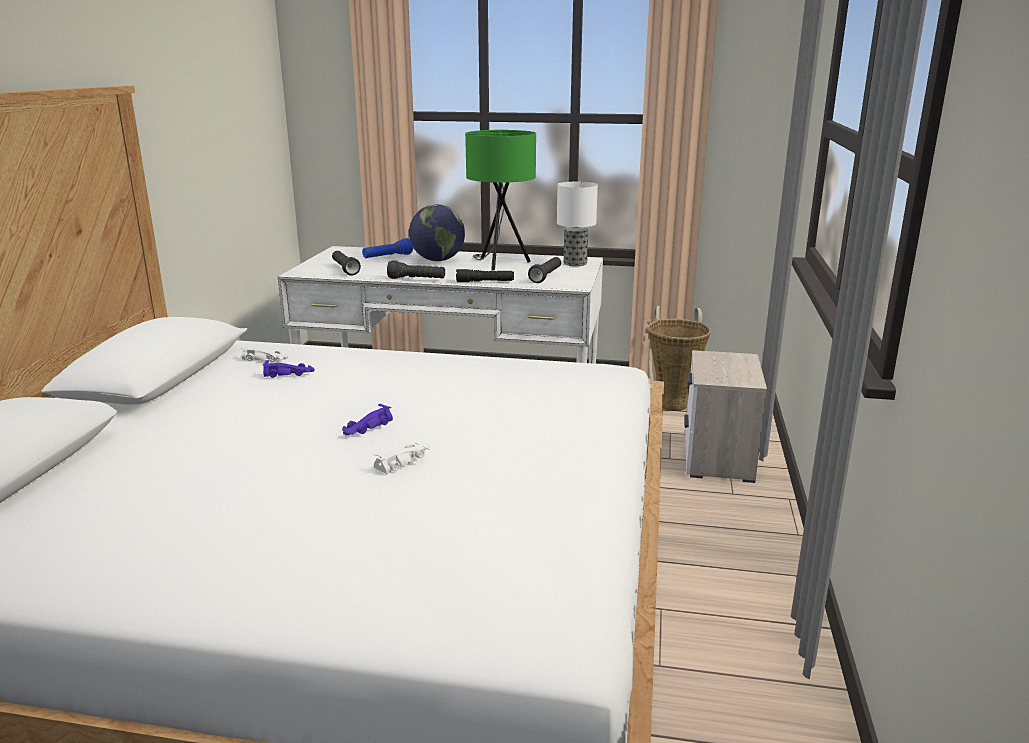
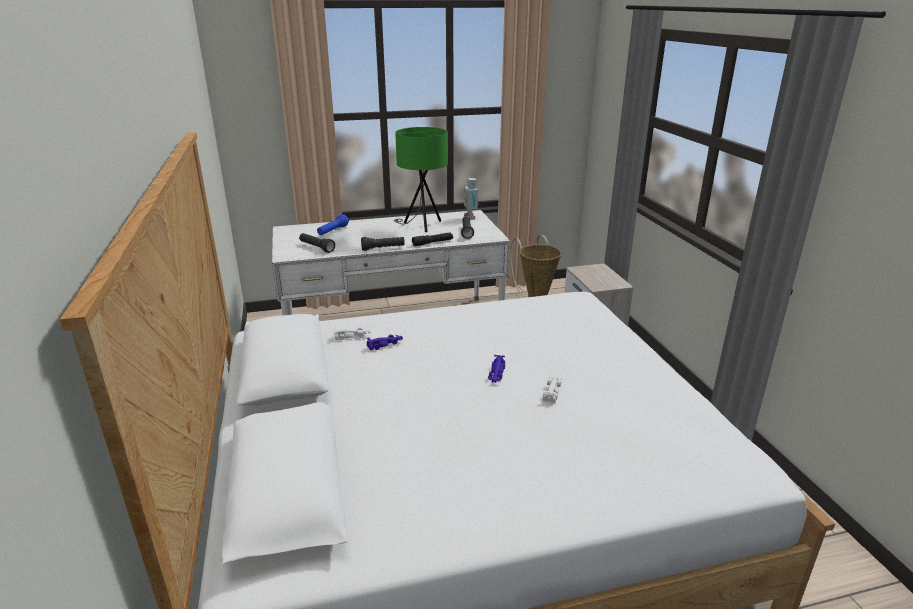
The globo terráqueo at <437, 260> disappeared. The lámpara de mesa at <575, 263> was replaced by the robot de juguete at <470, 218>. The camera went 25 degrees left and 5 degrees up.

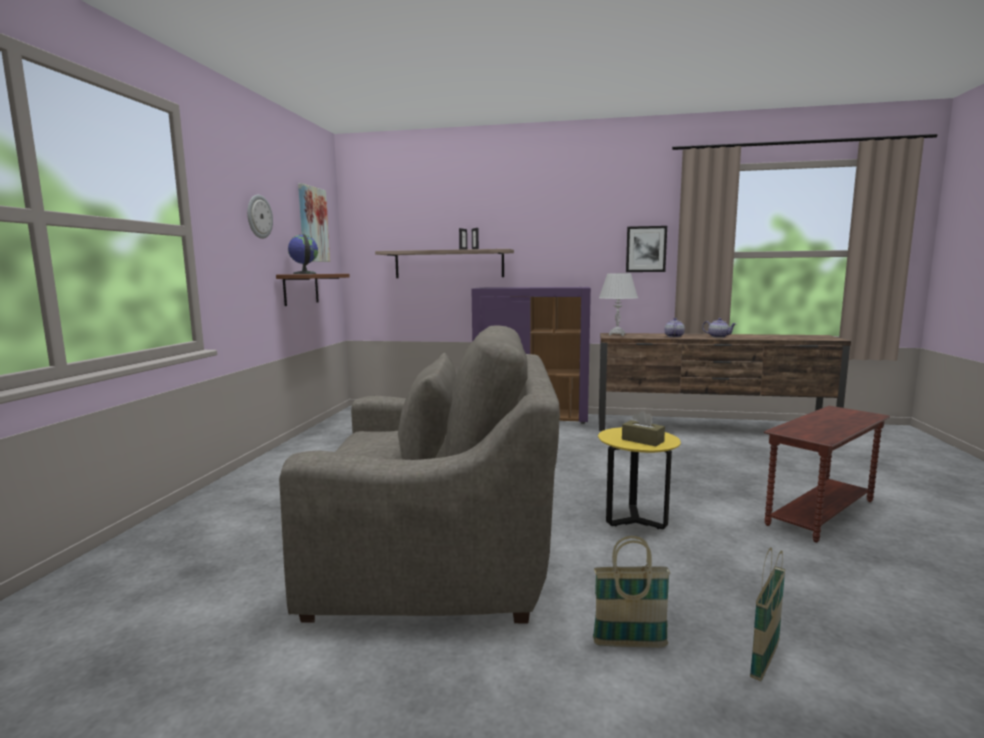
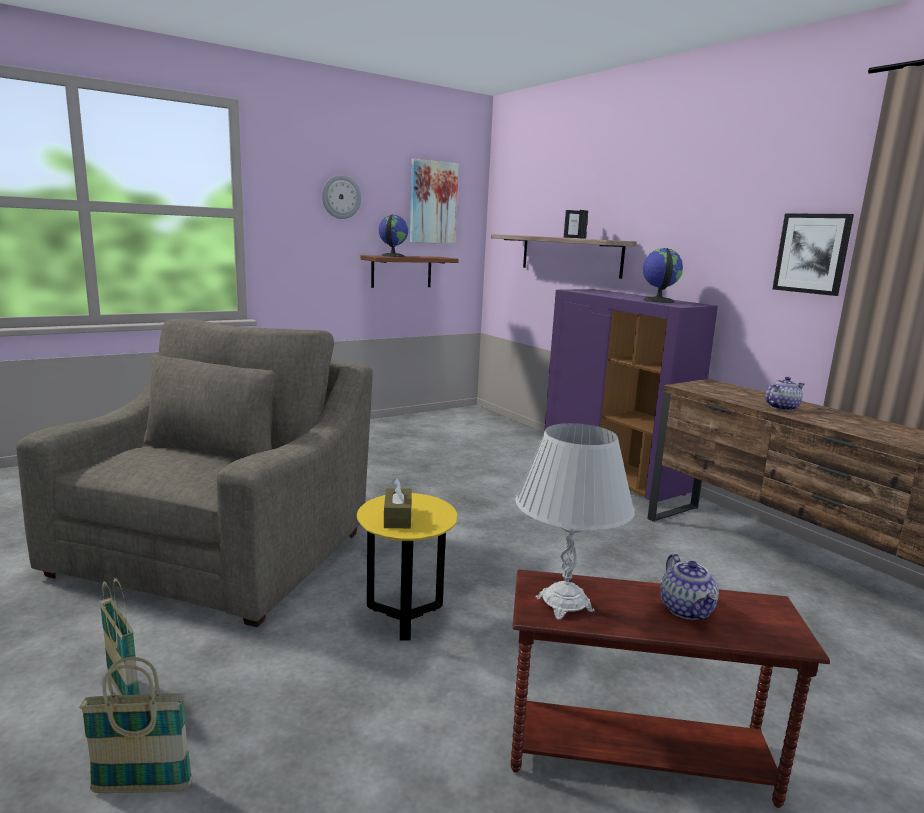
The globo terráqueo at <658, 301> appeared. The lámpara de mesa [blanco] moved from <617, 334> to <564, 604>. The tetera moved from <718, 337> to <687, 610>. The sillón [gris] at <439, 552> turned 120 degrees counterclockwise. The camera went 45 degrees right and 5 degrees up.

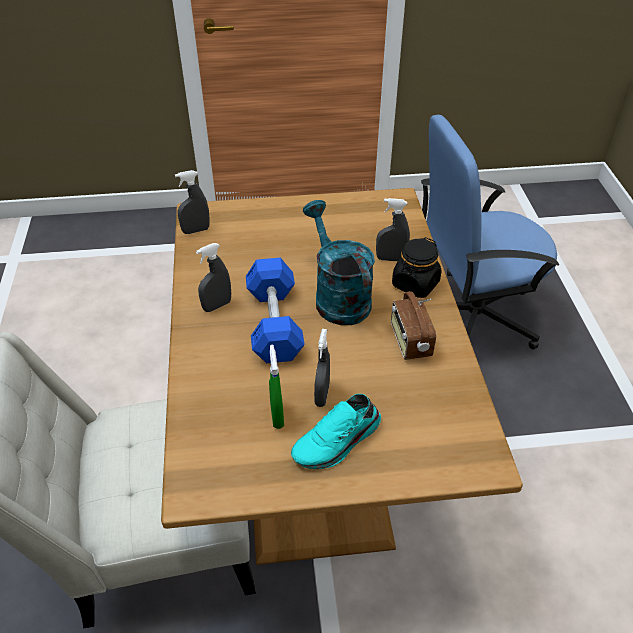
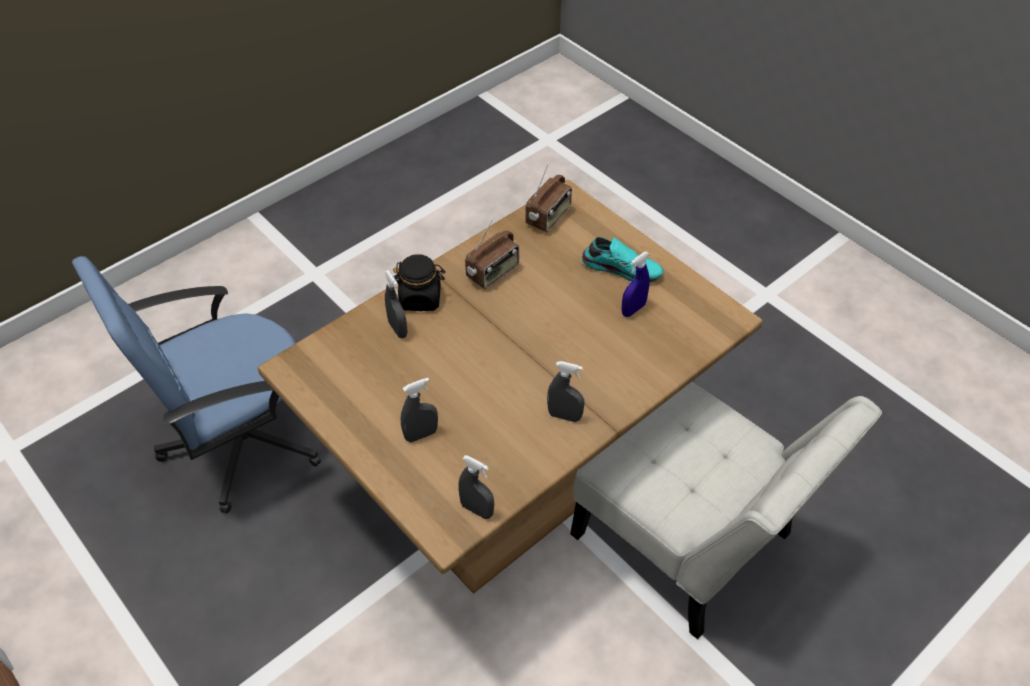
The mancuerna [azul] at <274, 323> disappeared. The regadera [turquesa] at <337, 296> disappeared. The radio at <549, 217> appeared. The pulverizador [gris] moved from <322, 395> to <421, 434>. The pulverizador [verde] at <277, 416> became the pulverizador [azul] at <633, 309>. The silla de oficina [azul] at <470, 316> turned 105 degrees clockwise. The camera went 125 degrees left and 5 degrees up.

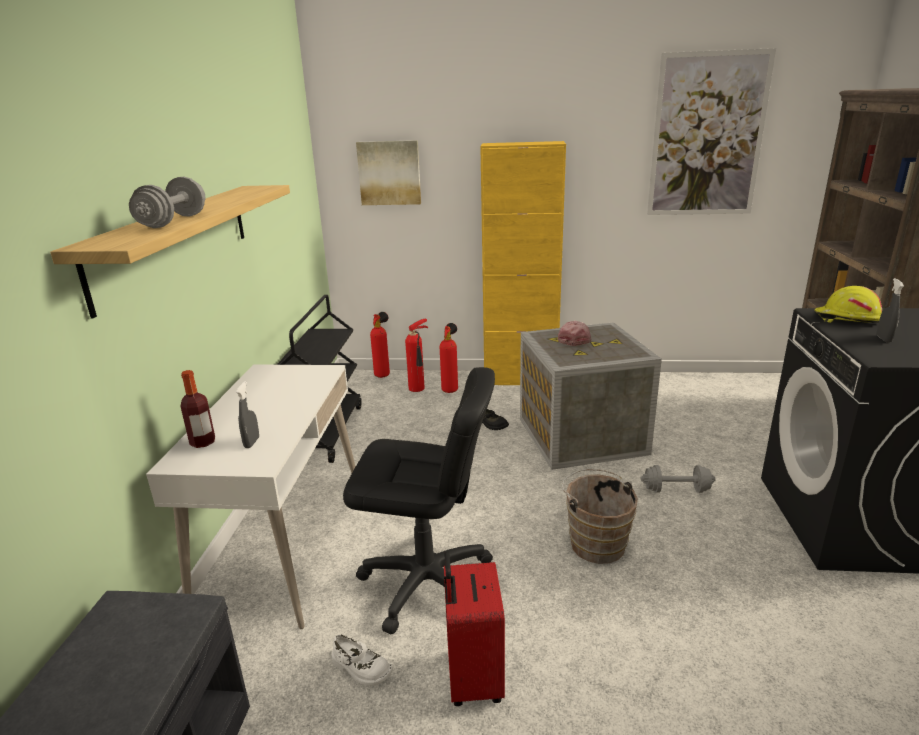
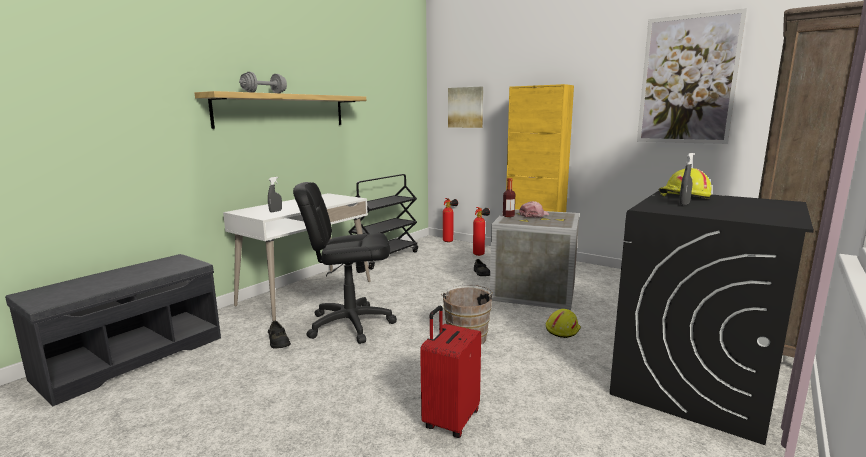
The extintor at <418, 388> disappeared. The botella moved from <203, 442> to <508, 216>. The maleta [rojo] moved from <472, 678> to <450, 420>. The mancuerna [gris] at <676, 490> was replaced by the casco [amarillo] at <562, 329>. The zapato [blanco] at <361, 668> became the zapato [negro] at <278, 342>. The silla de oficina [negro] at <427, 583> turned 135 degrees clockwise. The camera went 30 degrees right and 10 degrees down.

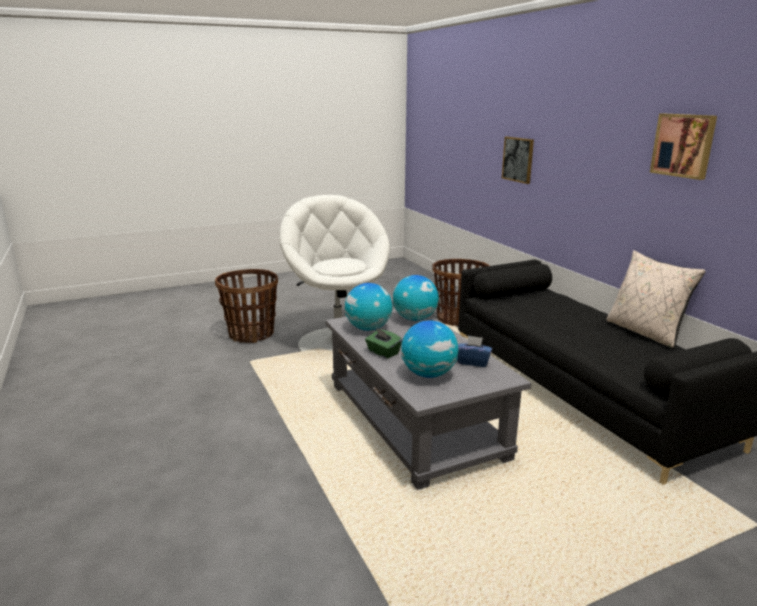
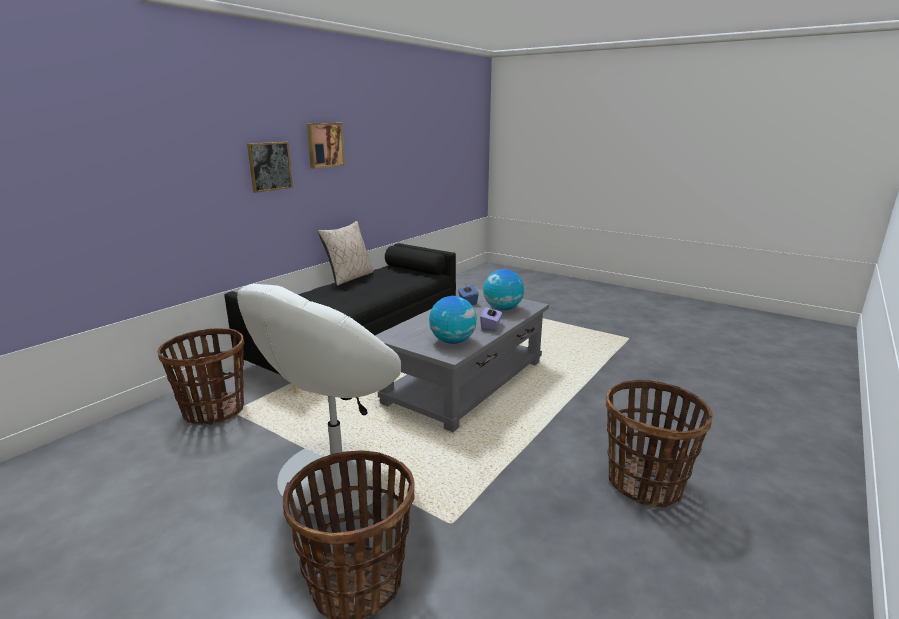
The globo terráqueo at <415, 319> disappeared. The cesta at <645, 484> appeared. The cuadro moved from <518, 159> to <269, 166>. The caja de pañuelos [verde] at <383, 352> became the caja de pañuelos [morado] at <491, 326>. The camera went 120 degrees left and 0 degrees up.

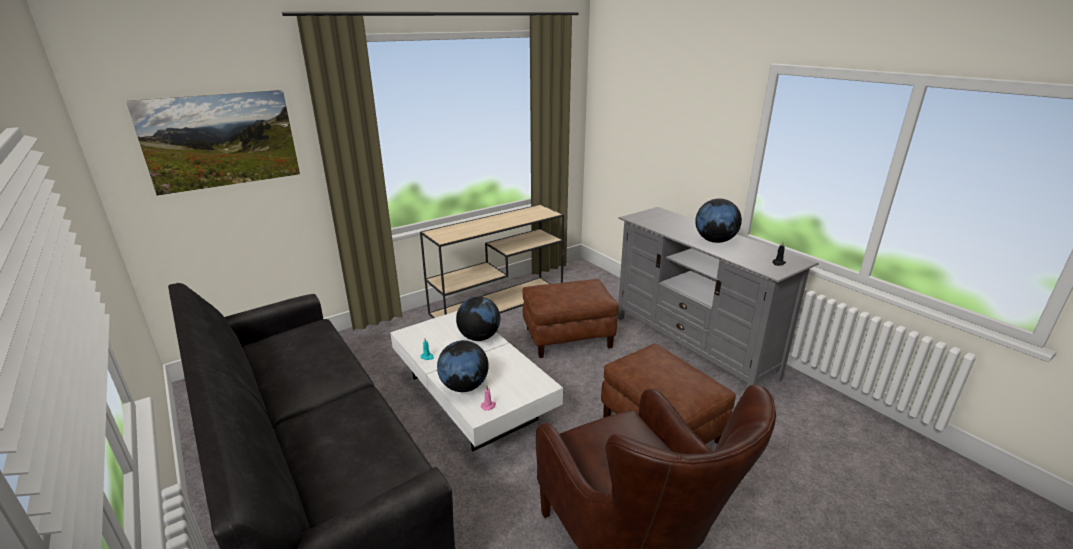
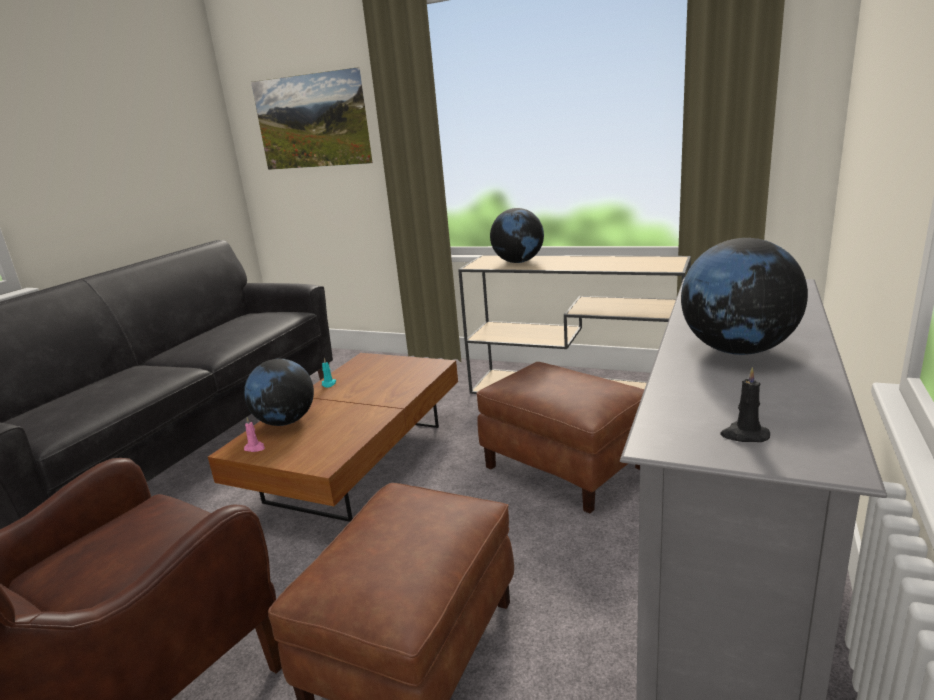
The globo terráqueo moved from <479, 337> to <518, 262>. The mesa de centro [blanco] at <471, 398> became the mesa de centro [marrón] at <357, 461>. The camera went 60 degrees right and 5 degrees down.

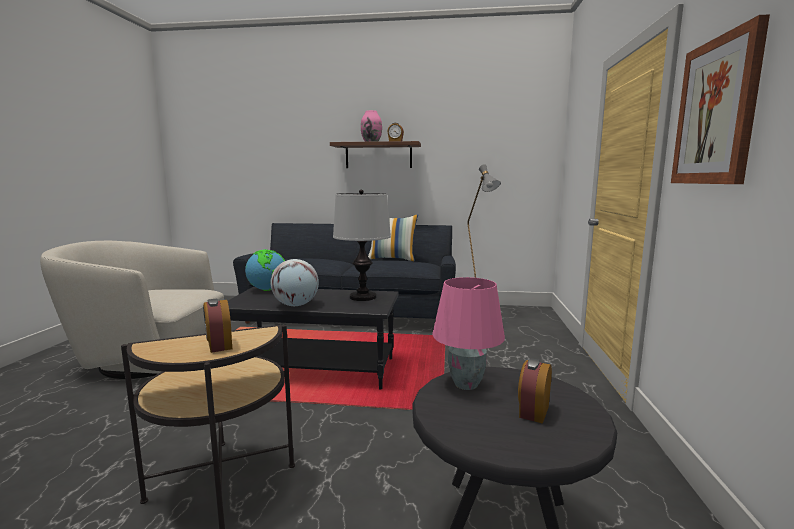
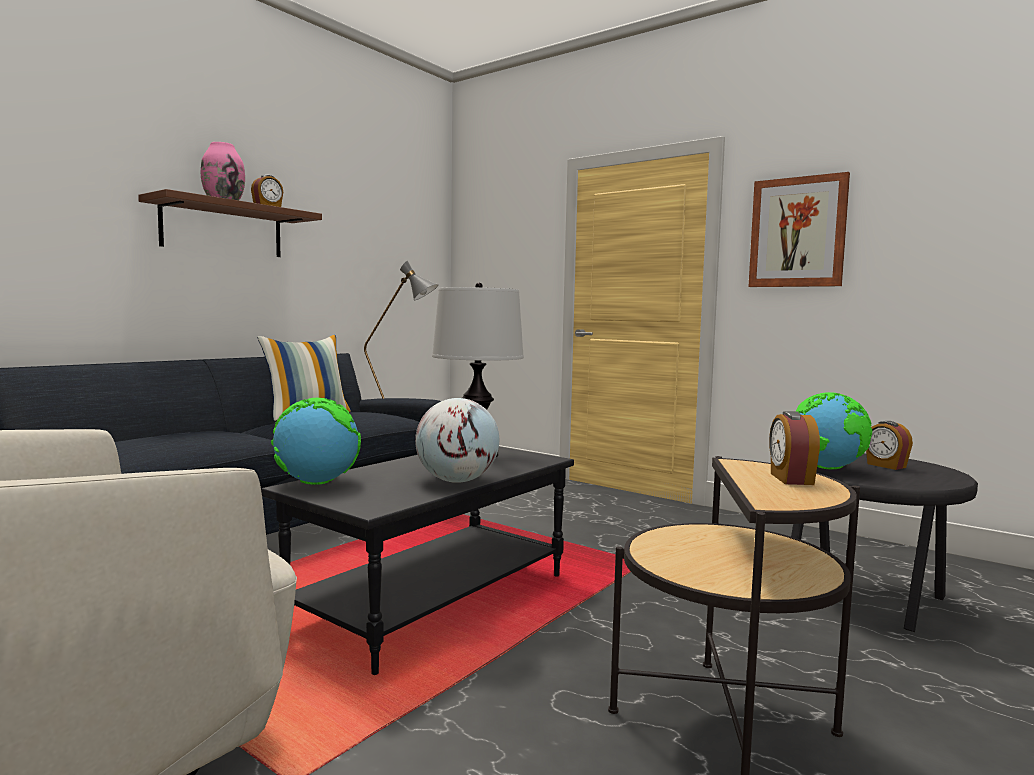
The lámpara de mesa [rosa] at <467, 384> was replaced by the globo terráqueo at <828, 468>. The despertador at <219, 345> turned 90 degrees clockwise. The camera went 60 degrees left and 5 degrees down.

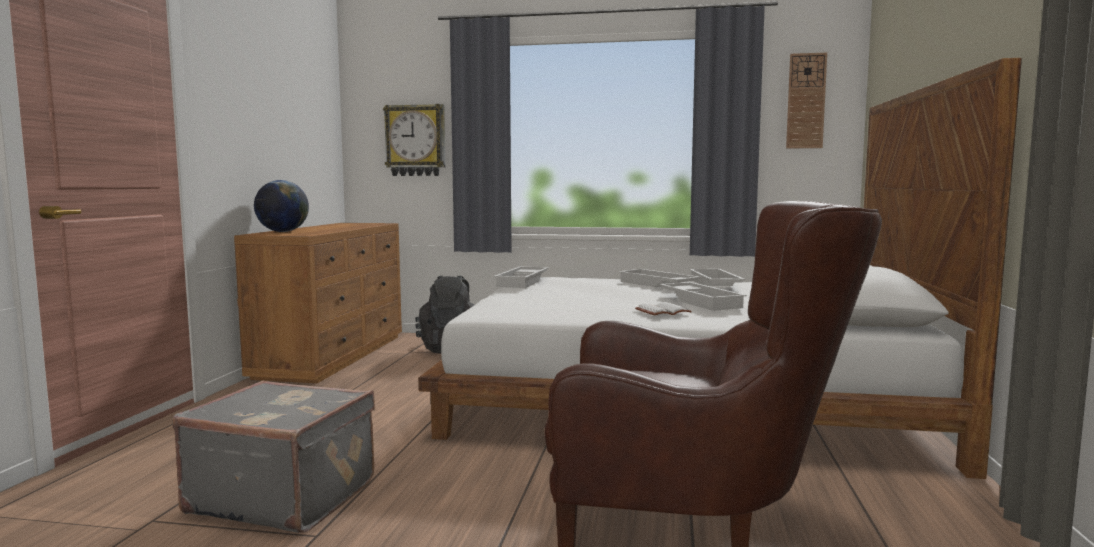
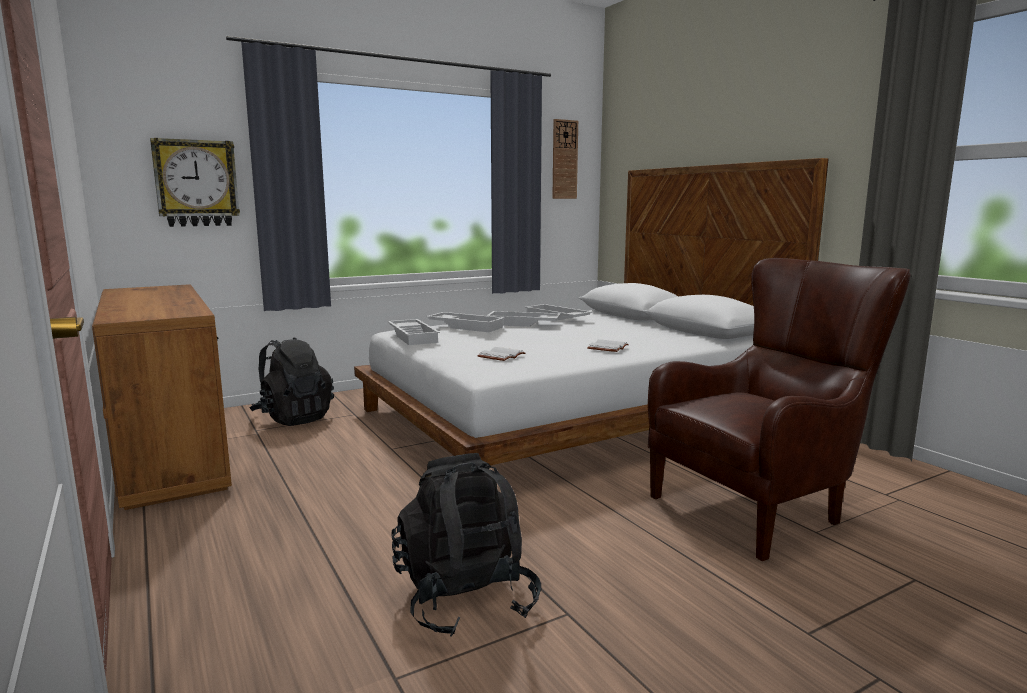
The globo terráqueo at <283, 232> disappeared. The libro [blanco] at <501, 356> appeared. The bandeja [blanco] moved from <702, 302> to <466, 326>. The maleta [gris] at <284, 496> was replaced by the mochila [negro] at <465, 598>. The camera went 40 degrees left and 5 degrees up.

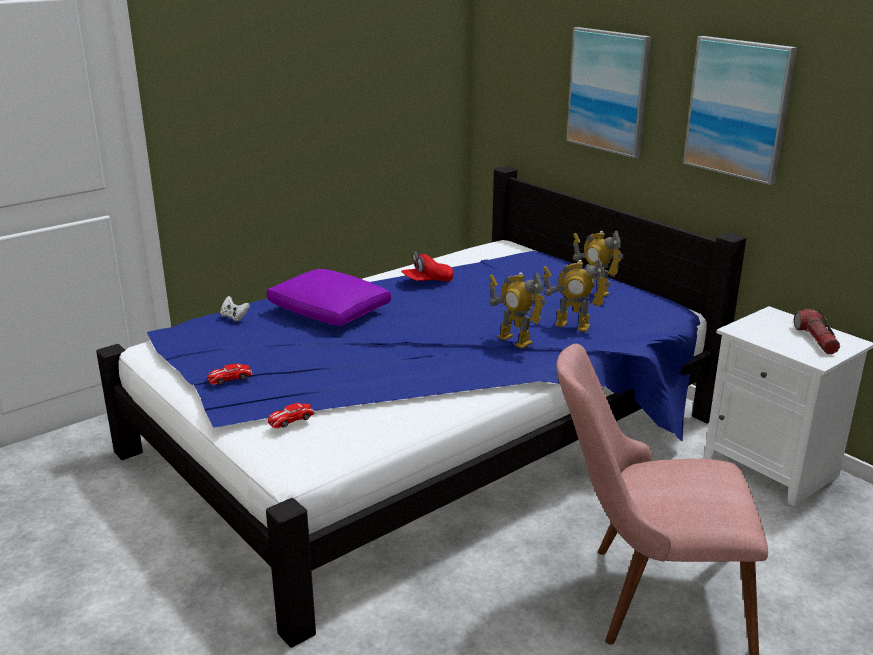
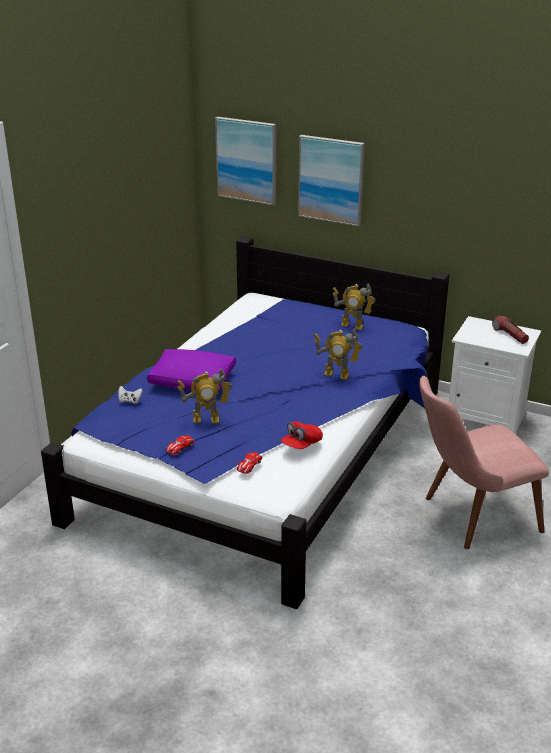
The gorra [rojo] moved from <427, 282> to <301, 444>. The robot de juguete moved from <572, 325> to <206, 420>. The cuadro moved from <738, 108> to <247, 160>. The camera went 25 degrees left and 5 degrees up.

